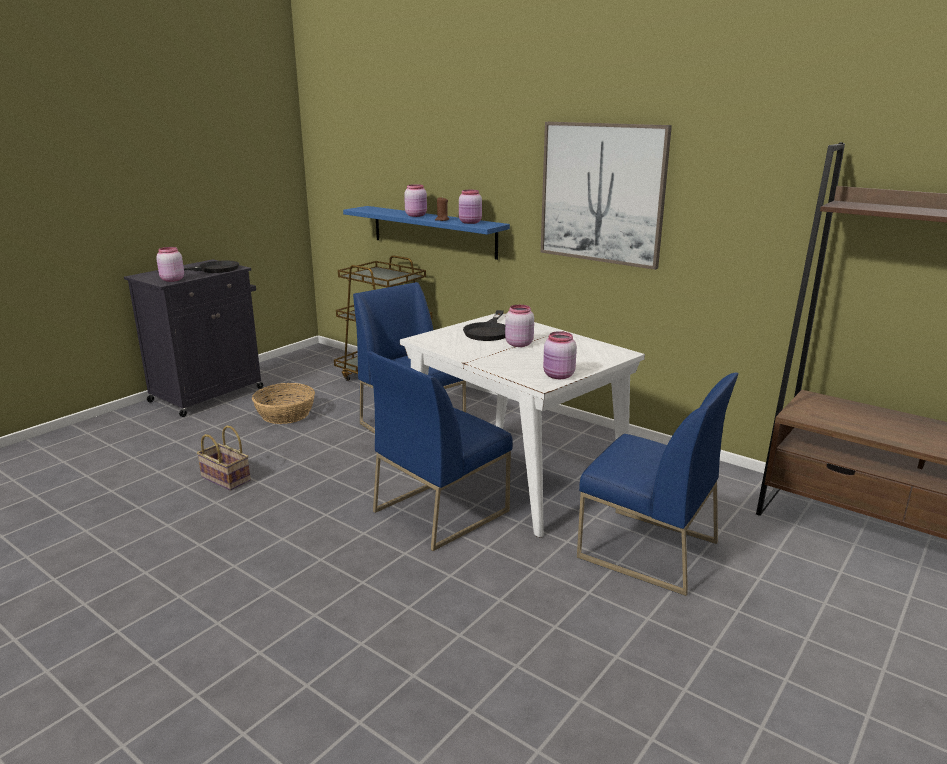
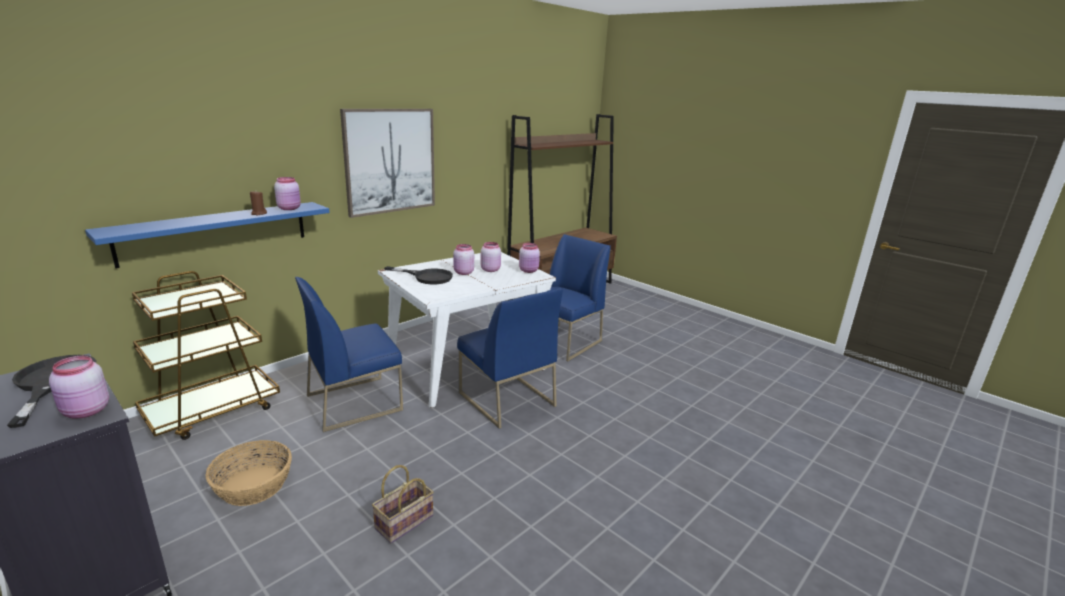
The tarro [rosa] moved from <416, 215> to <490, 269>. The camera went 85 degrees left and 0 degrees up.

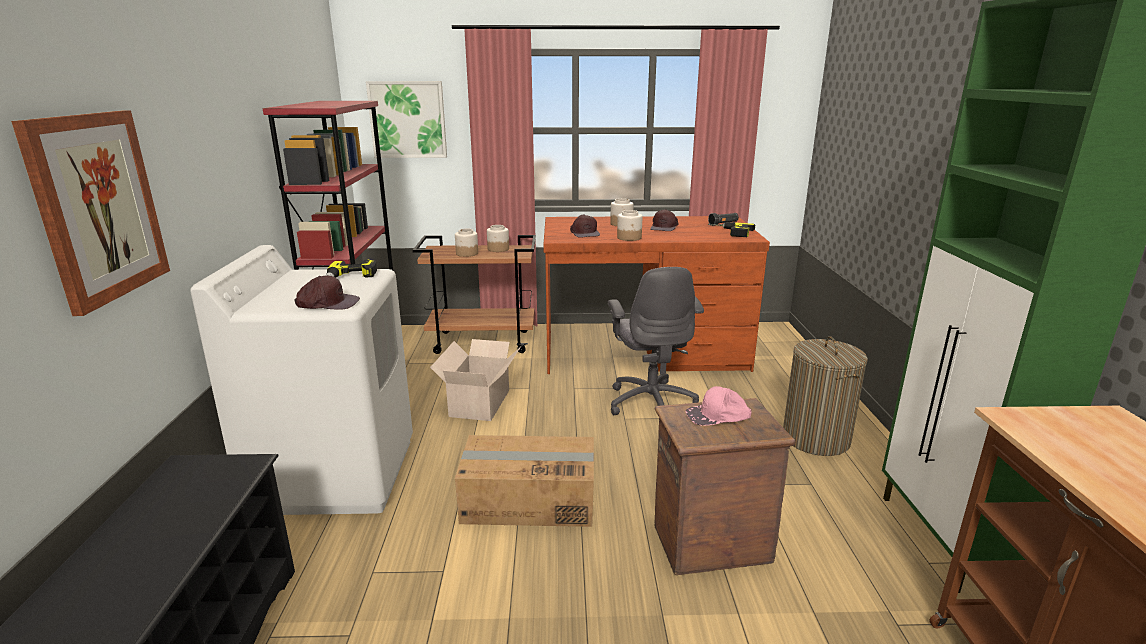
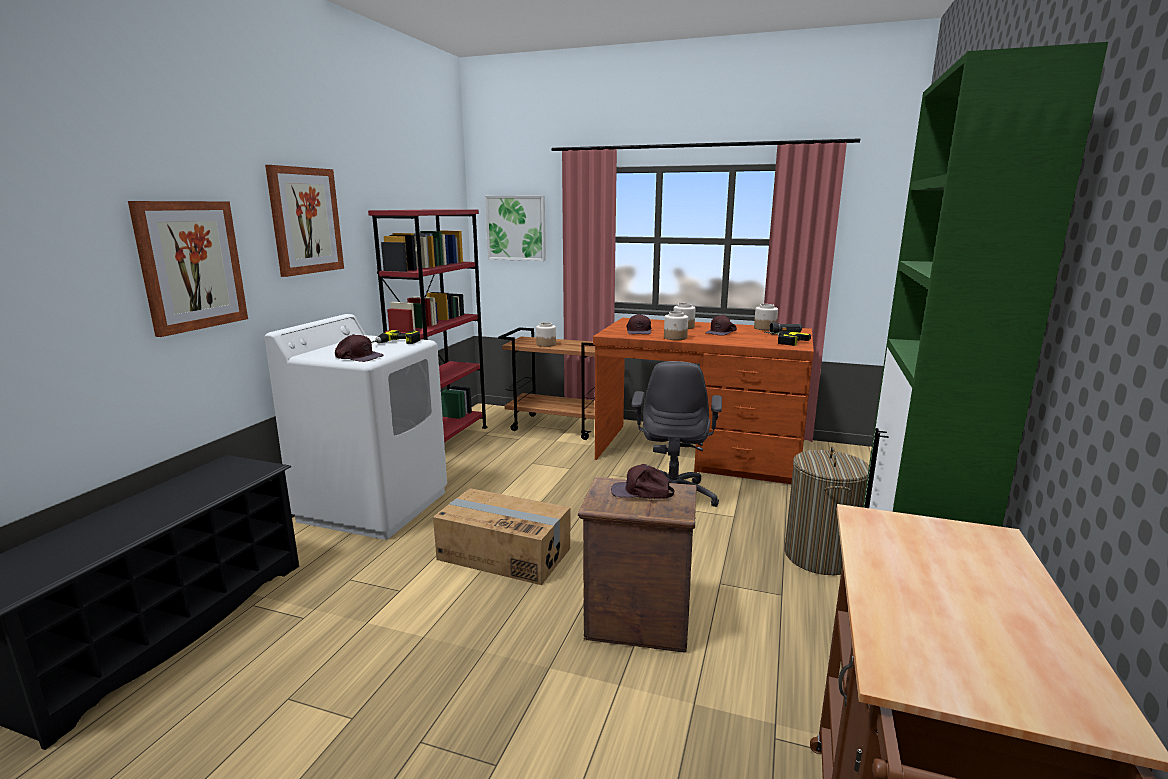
The caja de cartón at <481, 402> disappeared. The cuadro at <305, 221> appeared. The tarro moved from <498, 249> to <764, 328>. The gorra [rosa] at <718, 415> became the gorra [marrón] at <642, 492>. The camera went 20 degrees right and 5 degrees down.

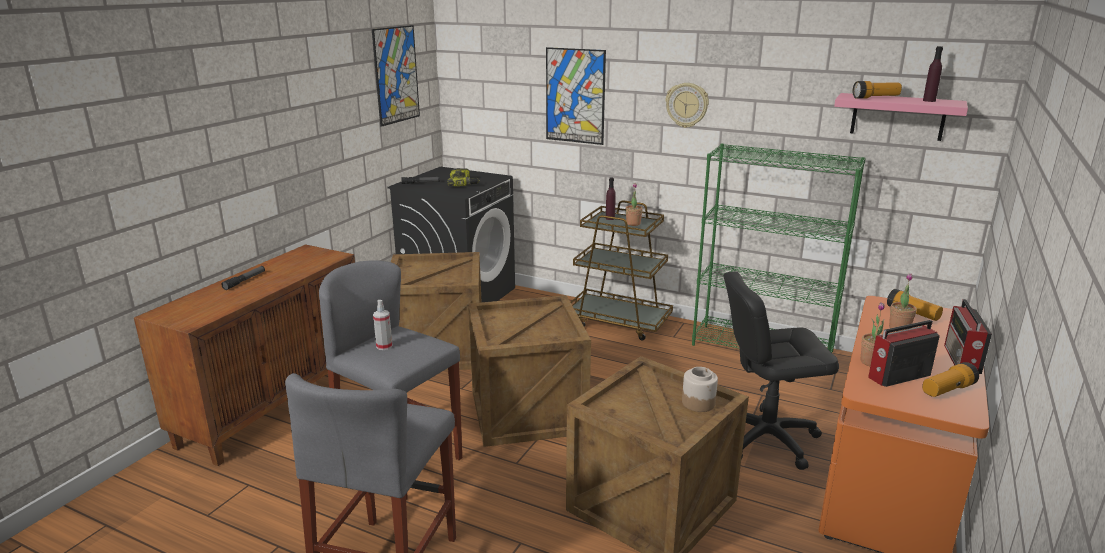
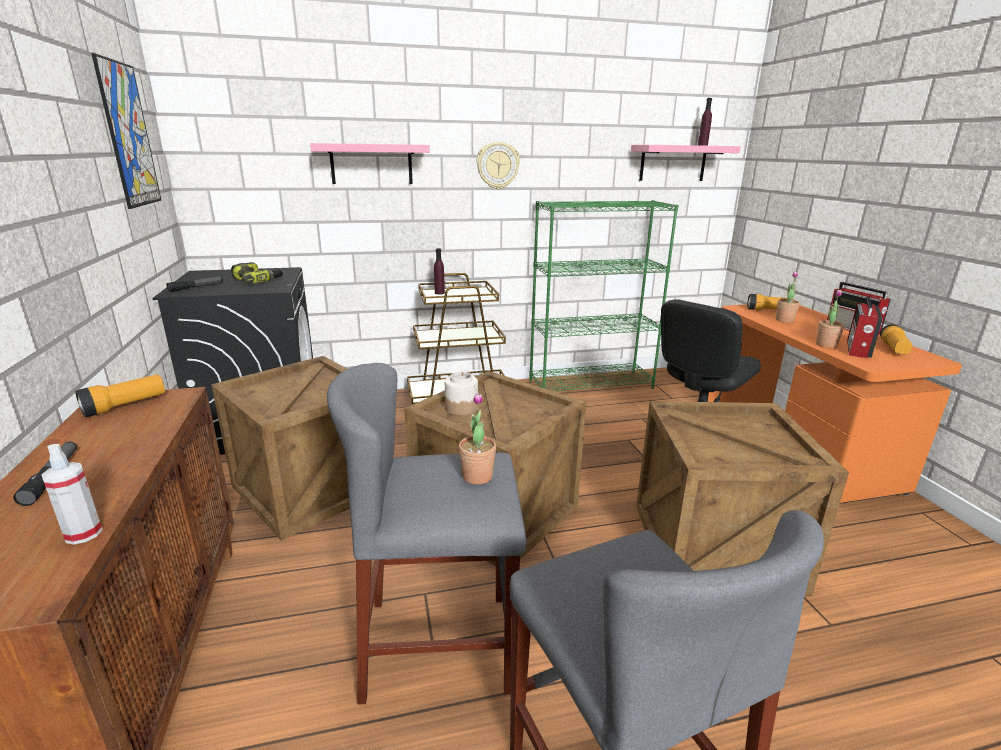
The pulverizador moved from <384, 346> to <83, 534>. The planta en maceta moved from <633, 223> to <477, 476>. The tarro moved from <698, 403> to <461, 408>. The linterna moved from <875, 98> to <125, 406>. The cuadro at <575, 96> was replaced by the estante [rosa] at <371, 164>. The camera went 40 degrees left and 0 degrees up.

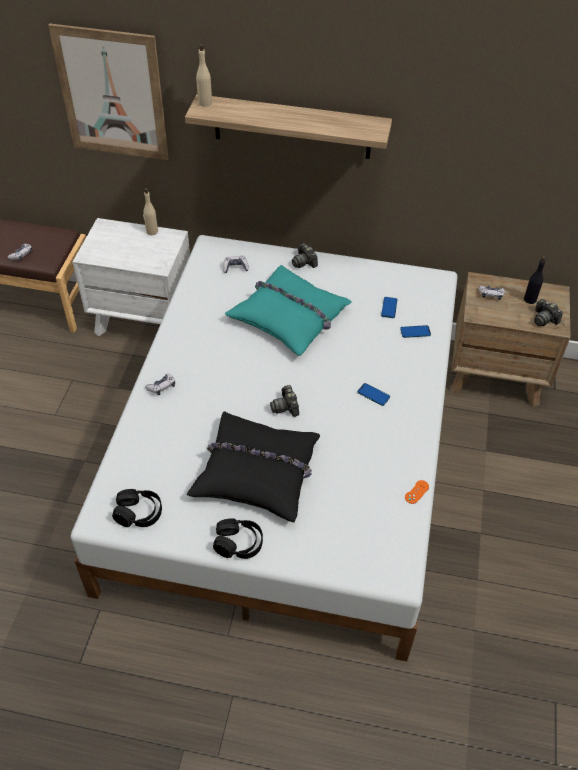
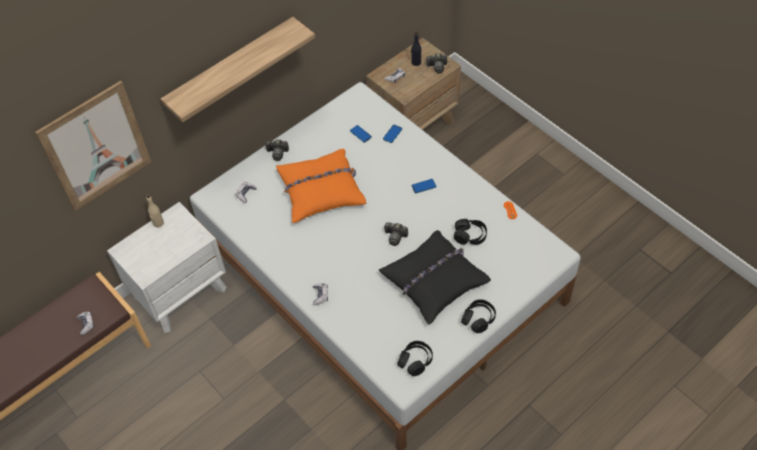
The botella [beis] at <205, 102> disappeared. The auriculares [negro] at <470, 235> appeared. The cojín [turquesa] at <289, 317> became the cojín [naranja] at <321, 190>. The camera went 50 degrees left and 5 degrees up.

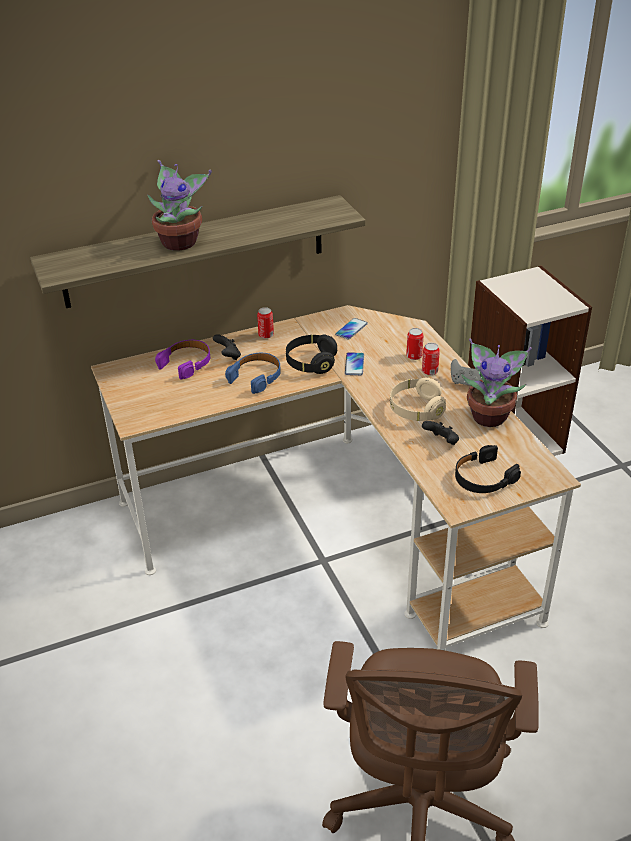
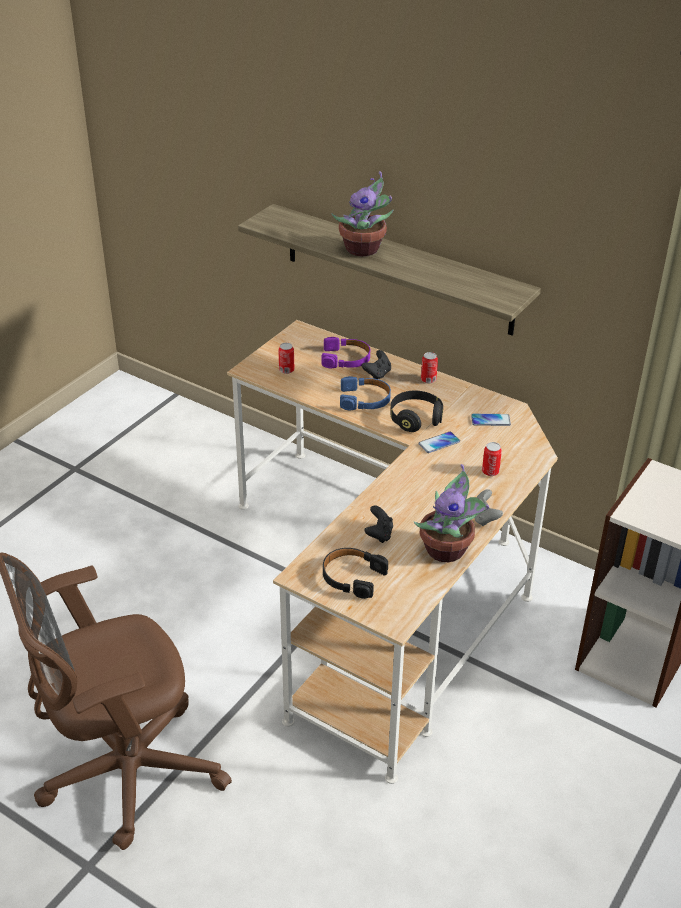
The auriculares [beis] at <416, 409> disappeared. The lata moved from <429, 371> to <286, 370>. The camera went 55 degrees right and 0 degrees up.

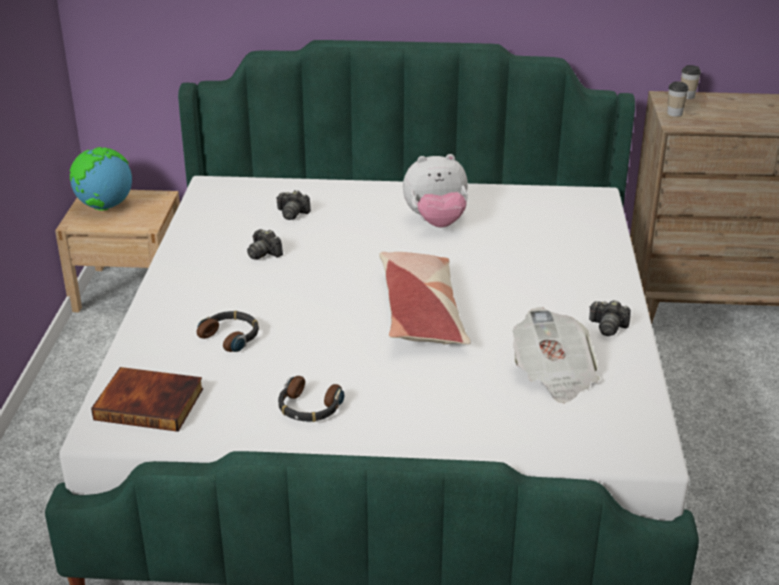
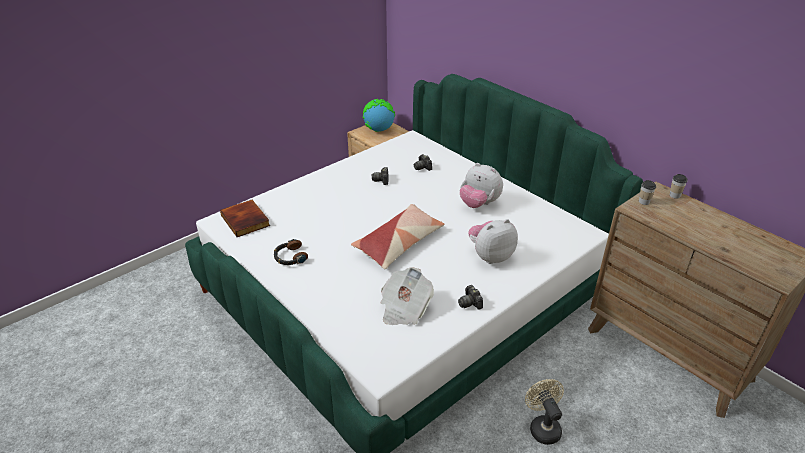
The auriculares at <231, 336> disappeared. The peluche at <490, 256> appeared. The ventilador [beis] at <542, 427> appeared. The camera went 45 degrees right and 5 degrees up.

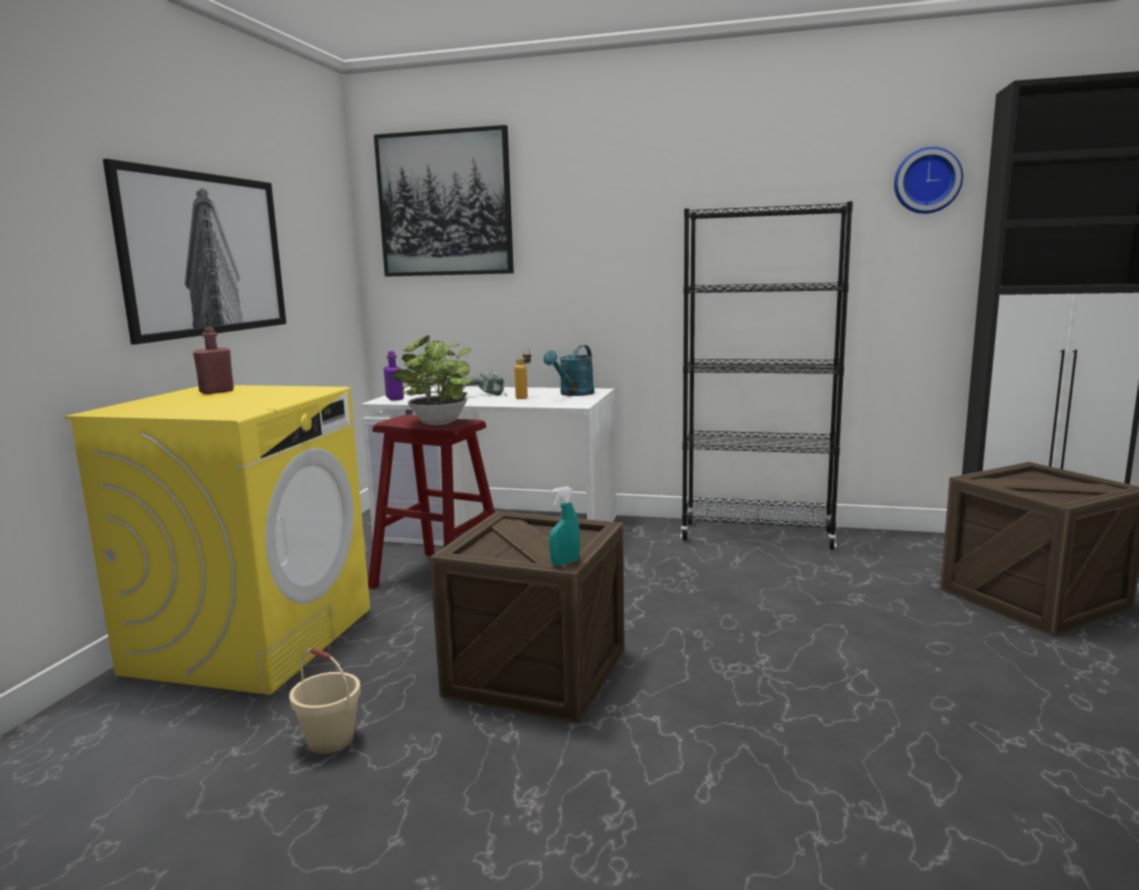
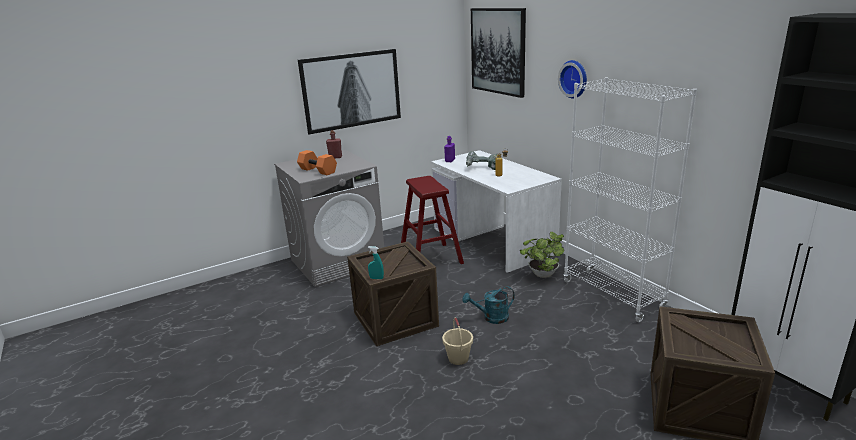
The mancuerna [naranja] at <318, 170> appeared. The cubo [beis] moved from <331, 740> to <458, 358>. The planta en maceta moved from <437, 423> to <541, 275>. The regadera [turquesa] moved from <573, 394> to <491, 318>. The reloj de pared moved from <927, 181> to <574, 79>. The lavadora [amarillo] at <253, 639> became the lavadora [gris] at <338, 262>. The estantería [negro] at <757, 536> became the estantería [blanco] at <612, 295>. The camera went 45 degrees right and 10 degrees up.

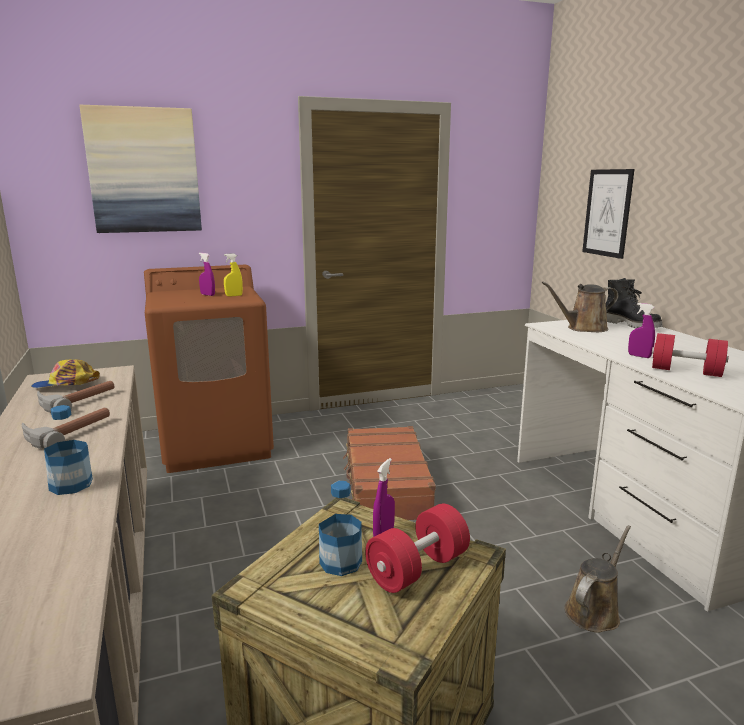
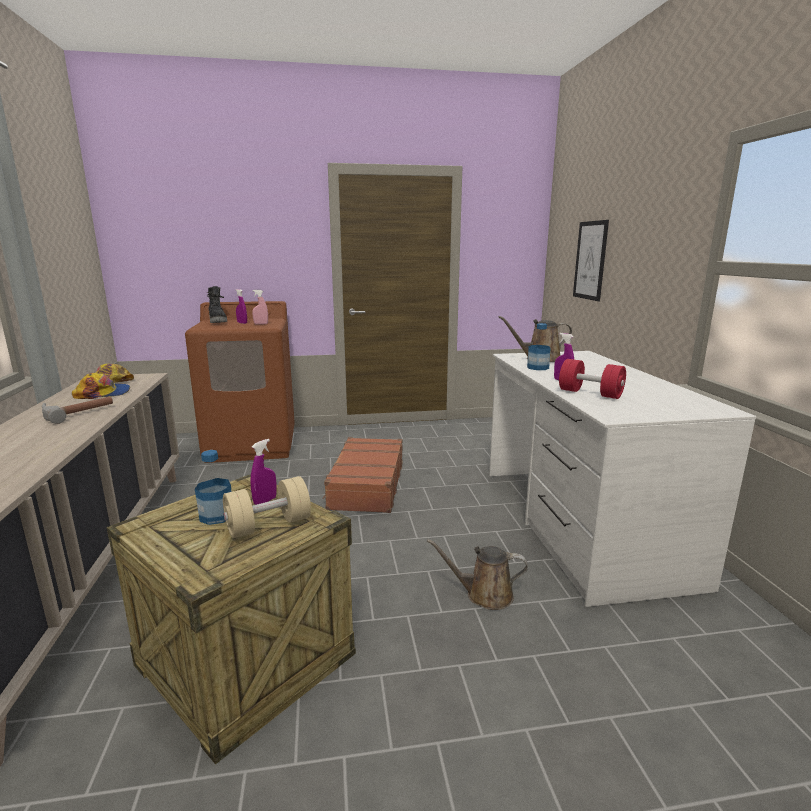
The cuadro at <144, 171> disappeared. The botella moved from <71, 484> to <538, 367>. The bota [negro] moved from <632, 325> to <218, 321>. The martillo at <76, 401> was replaced by the gorra at <103, 393>. The pulverizador [amarillo] at <234, 296> became the pulverizador [rosa] at <261, 324>. The mancuerna [rojo] at <417, 569> became the mancuerna [beis] at <268, 525>. The regadera [marrón] at <594, 610> turned 135 degrees counterclockwise. The camera went 10 degrees right and 0 degrees up.

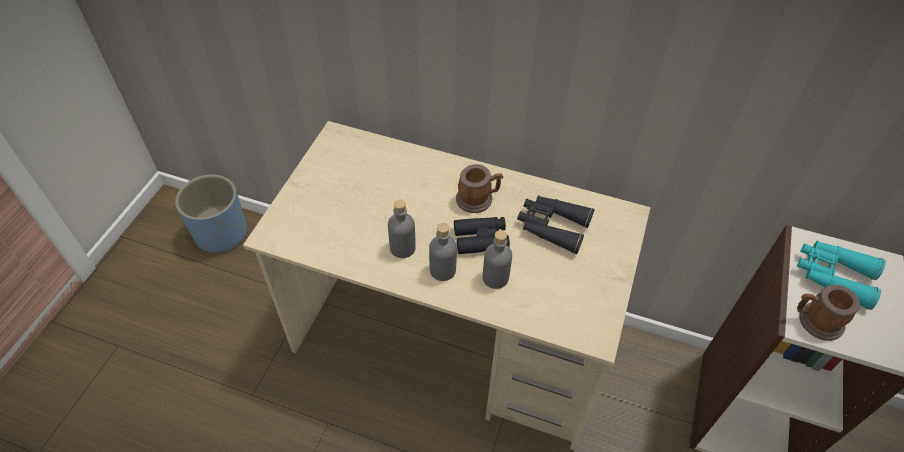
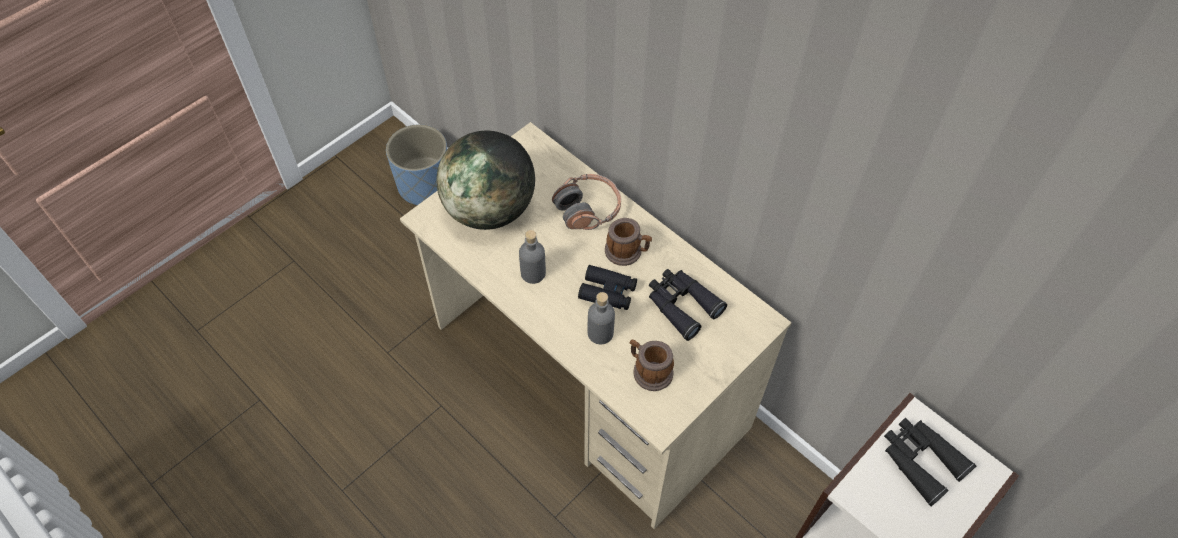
The botella [gris] at <442, 270> disappeared. The globo terráqueo at <490, 210> appeared. The auriculares at <588, 209> appeared. The taza grande moved from <815, 321> to <649, 371>. The prismáticos [turquesa] at <833, 276> became the prismáticos [negro] at <920, 461>. The camera went 25 degrees right and 5 degrees up.

